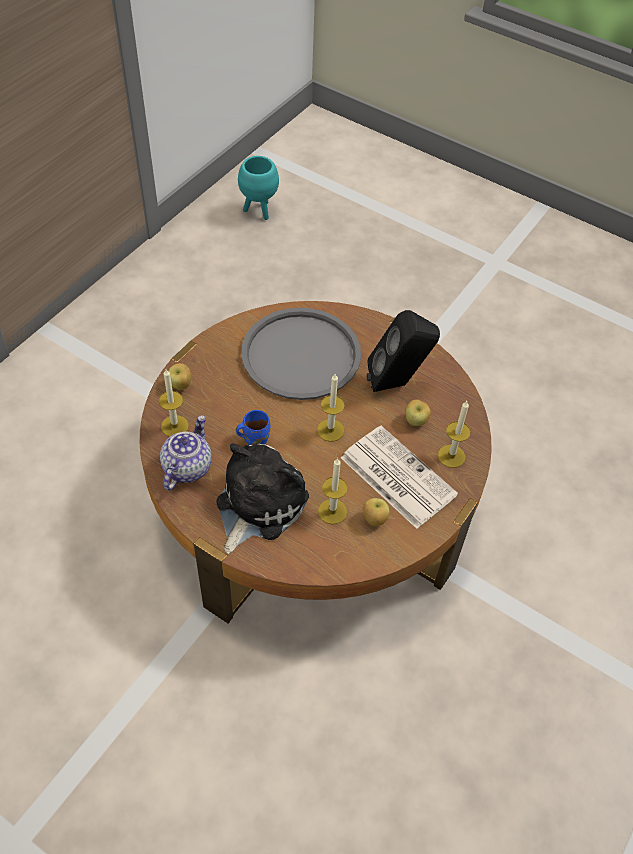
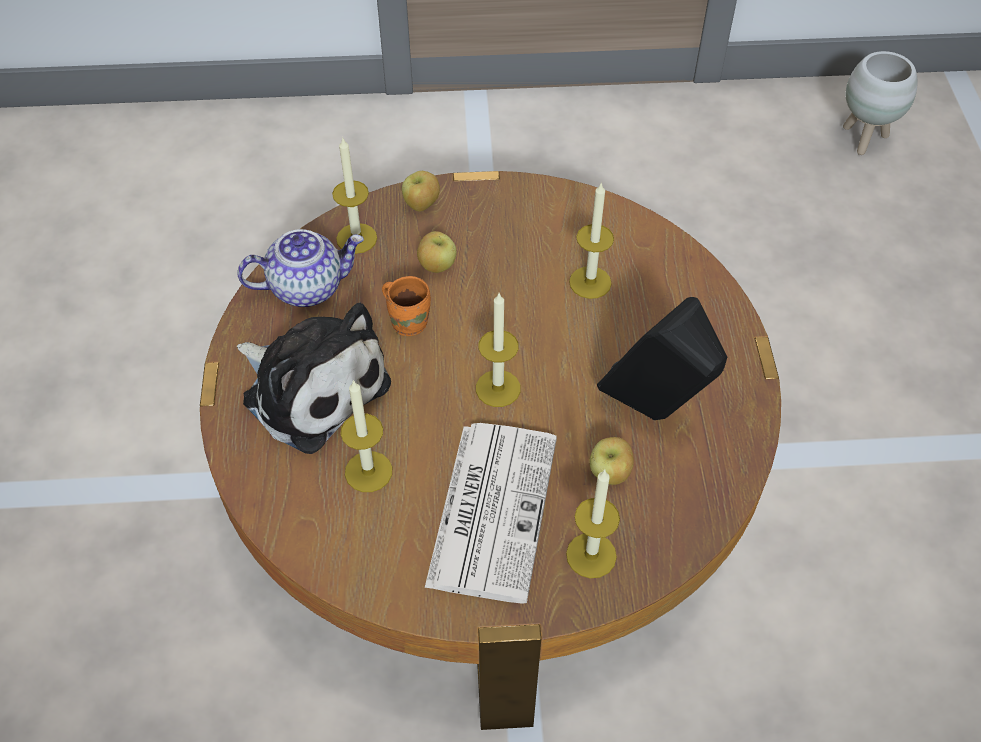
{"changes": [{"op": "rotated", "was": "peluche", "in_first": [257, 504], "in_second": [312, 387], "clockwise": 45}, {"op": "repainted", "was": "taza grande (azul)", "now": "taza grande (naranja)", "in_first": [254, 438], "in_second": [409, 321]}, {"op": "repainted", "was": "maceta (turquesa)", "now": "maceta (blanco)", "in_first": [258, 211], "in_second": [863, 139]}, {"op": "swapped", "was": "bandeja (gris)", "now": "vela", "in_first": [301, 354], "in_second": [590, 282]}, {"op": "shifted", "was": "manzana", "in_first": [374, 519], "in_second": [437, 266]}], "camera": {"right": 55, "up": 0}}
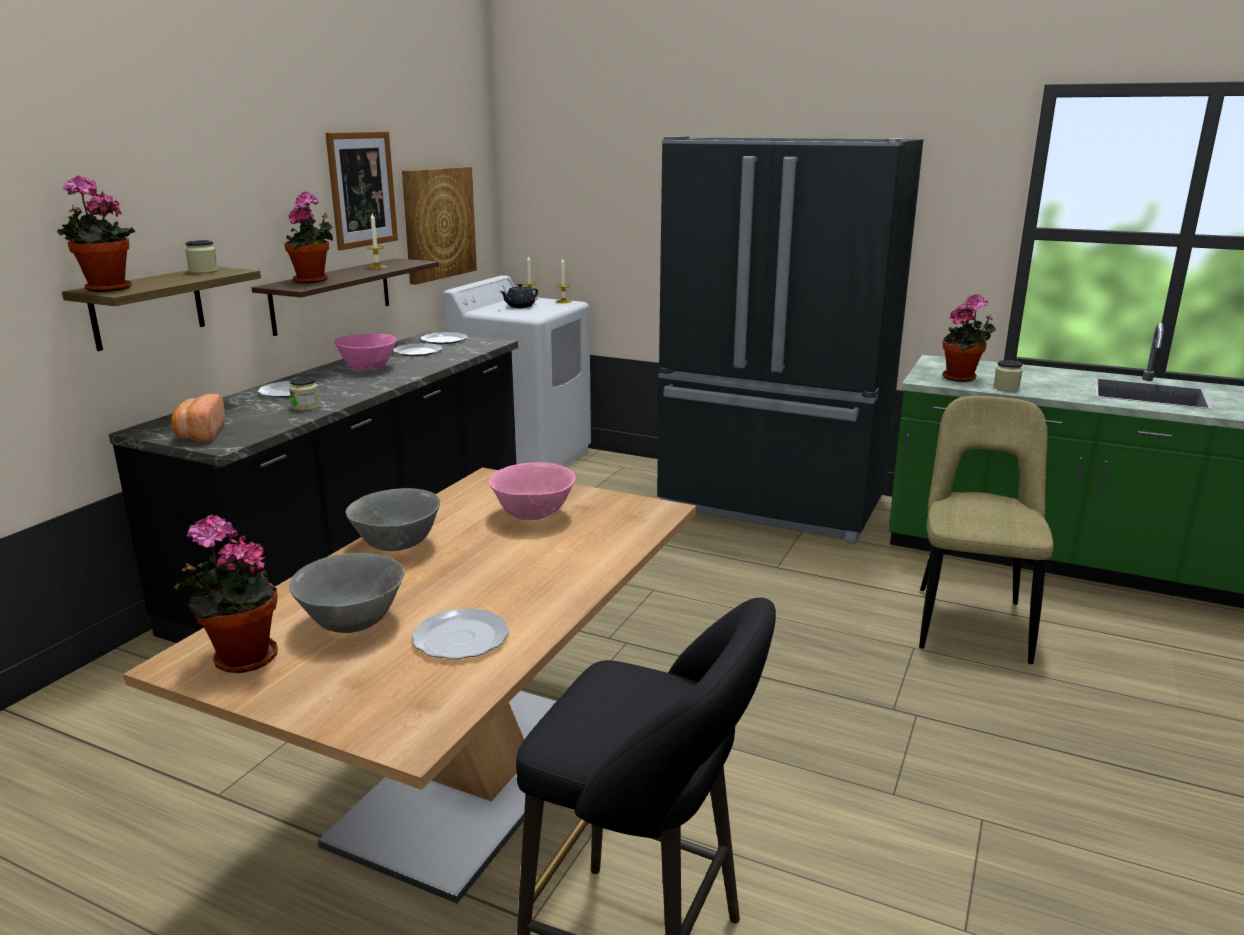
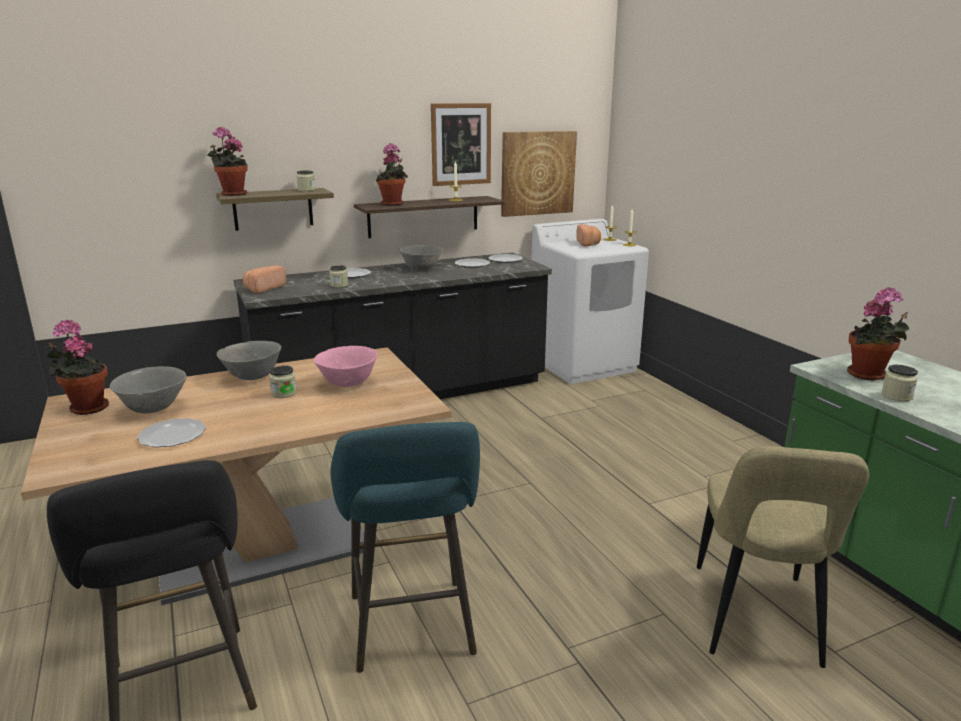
{"changes": [{"op": "repainted", "was": "cuenco (rosa)", "now": "cuenco (gris)", "in_first": [367, 368], "in_second": [421, 269]}, {"op": "swapped", "was": "tetera (negro)", "now": "pan", "in_first": [520, 306], "in_second": [588, 244]}, {"op": "gone", "was": "nevera (negro)", "in_first": [771, 505]}, {"op": "rotated", "was": "silla (beis)", "in_first": [971, 621], "in_second": [756, 620], "clockwise": 135}, {"op": "new", "now": "tarro", "in_second": [284, 393]}, {"op": "new", "now": "taburete (turquesa)", "in_second": [412, 630]}], "camera": {"right": 40, "up": 0}}
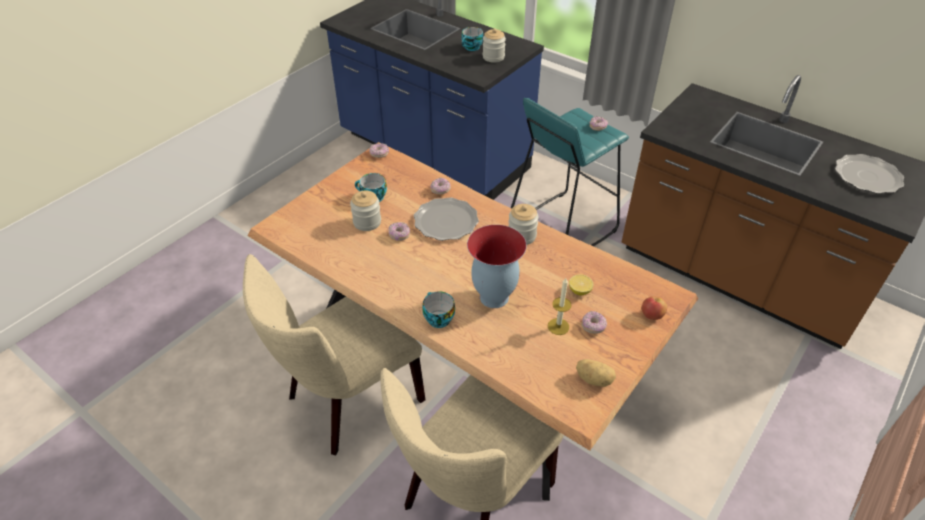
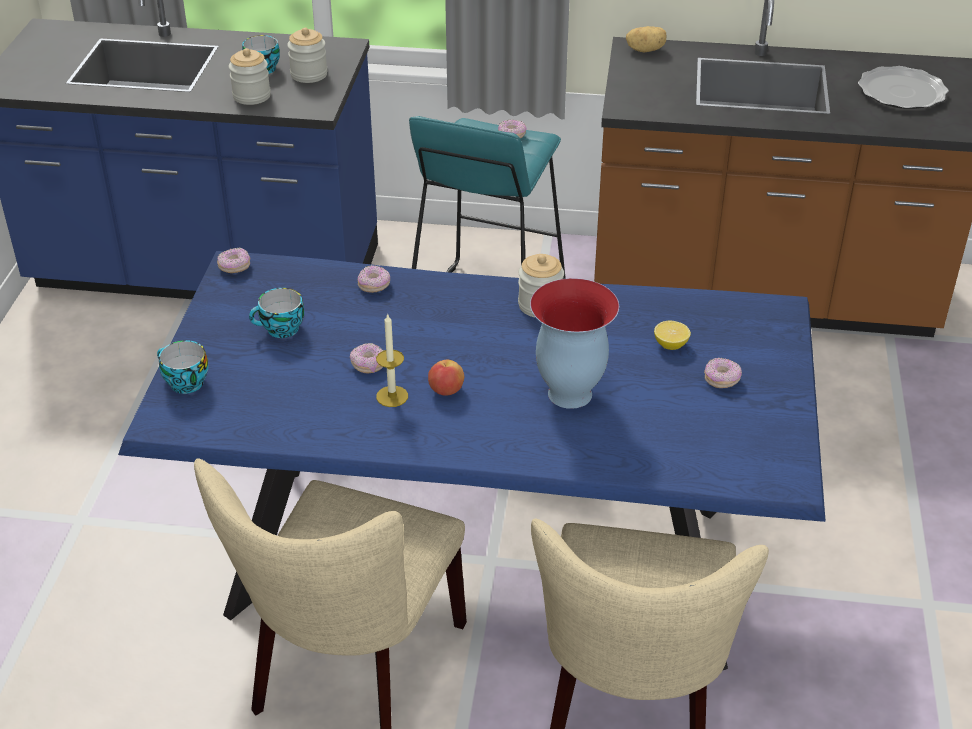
{"changes": [{"op": "repainted", "was": "mesa de comedor (marrón)", "now": "mesa de comedor (azul)", "in_first": [462, 367], "in_second": [485, 556]}, {"op": "shifted", "was": "tarro", "in_first": [367, 222], "in_second": [251, 96]}, {"op": "gone", "was": "plato", "in_first": [446, 221]}, {"op": "shifted", "was": "taza", "in_first": [437, 318], "in_second": [184, 383]}, {"op": "shifted", "was": "vela", "in_first": [558, 326], "in_second": [392, 396]}, {"op": "shifted", "was": "patata", "in_first": [594, 379], "in_second": [645, 50]}, {"op": "shifted", "was": "manzana", "in_first": [651, 315], "in_second": [446, 391]}], "camera": {"right": -30, "up": -5}}
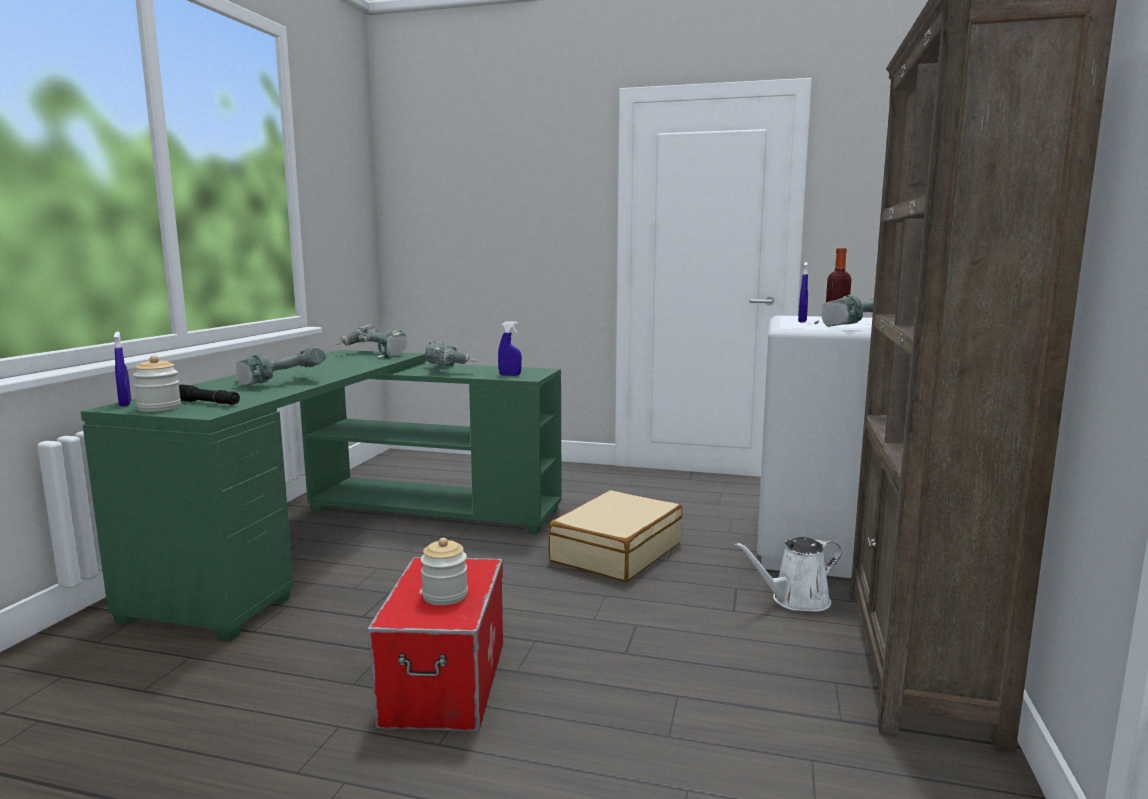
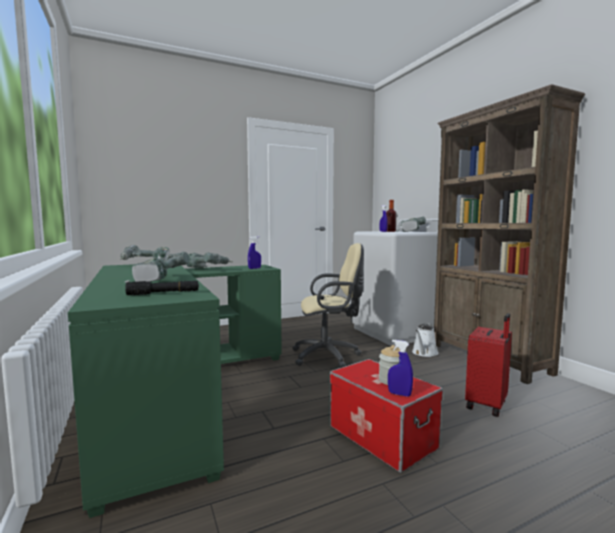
{"changes": [{"op": "shifted", "was": "pulverizador (azul)", "in_first": [125, 404], "in_second": [399, 394]}, {"op": "gone", "was": "tarro", "in_first": [159, 408]}, {"op": "swapped", "was": "maleta (beis)", "now": "silla de oficina (beis)", "in_first": [616, 552], "in_second": [329, 356]}, {"op": "new", "now": "maleta (rojo)", "in_second": [488, 405]}], "camera": {"right": -40, "up": -5}}
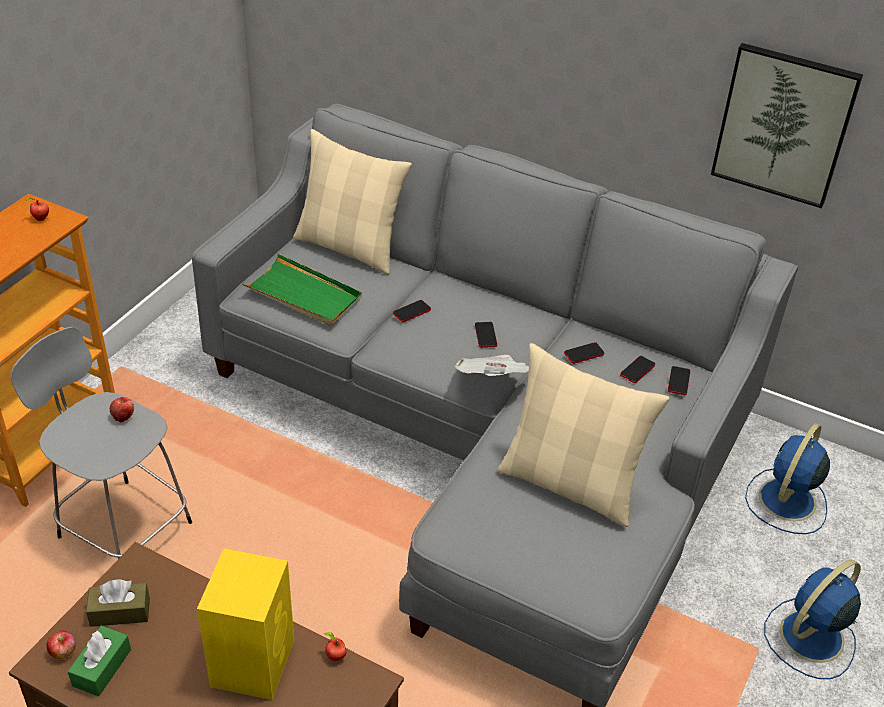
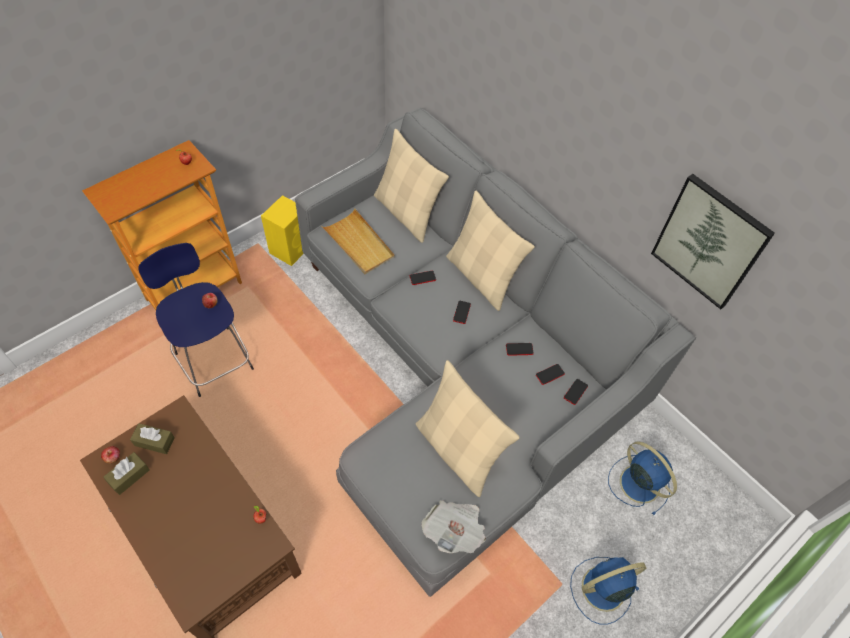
{"changes": [{"op": "repainted", "was": "taburete (gris)", "now": "taburete (azul)", "in_first": [122, 528], "in_second": [213, 359]}, {"op": "repainted", "was": "caja de pañuelos (verde)", "now": "caja de pañuelos (marrón)", "in_first": [102, 667], "in_second": [129, 476]}, {"op": "shifted", "was": "altavoz (amarillo)", "in_first": [253, 660], "in_second": [291, 248]}, {"op": "repainted", "was": "bandeja (verde)", "now": "bandeja (beis)", "in_first": [303, 294], "in_second": [359, 244]}, {"op": "shifted", "was": "periódico", "in_first": [492, 381], "in_second": [455, 530]}, {"op": "rotated", "was": "ventilador (azul)", "in_first": [786, 501], "in_second": [638, 482], "clockwise": 90}, {"op": "new", "now": "cojín (beis)", "in_second": [481, 277]}], "camera": {"right": 20, "up": 15}}
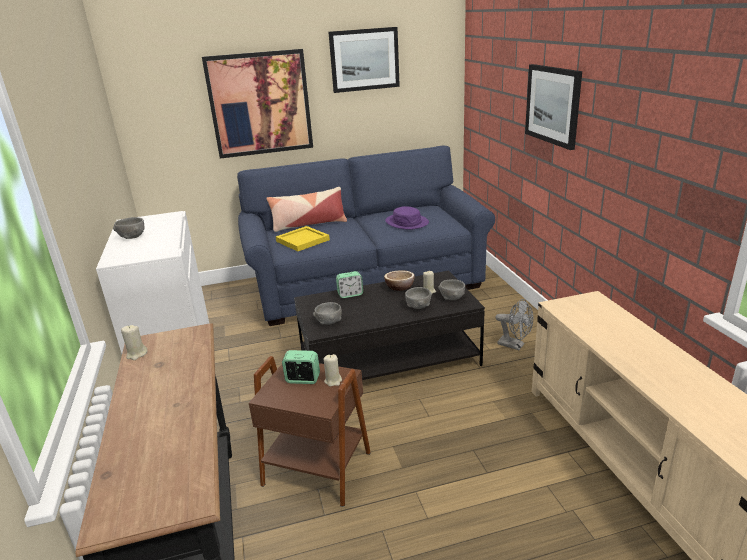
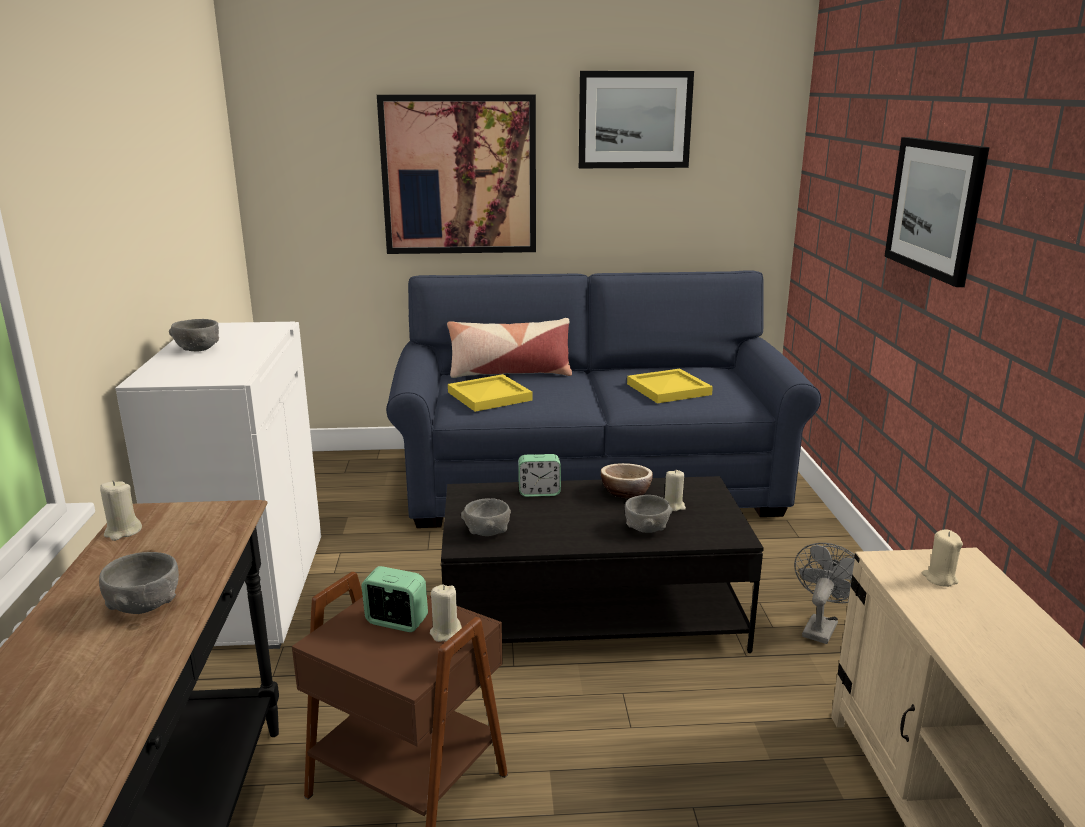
{"changes": [{"op": "swapped", "was": "sombrero (morado)", "now": "bandeja (amarillo)", "in_first": [407, 222], "in_second": [669, 389]}, {"op": "shifted", "was": "cuenco (gris)", "in_first": [452, 298], "in_second": [144, 605]}, {"op": "rotated", "was": "ventilador (gris)", "in_first": [514, 345], "in_second": [821, 626], "clockwise": -105}, {"op": "new", "now": "vela (beis)", "in_second": [939, 578]}], "camera": {"right": 10, "up": -5}}
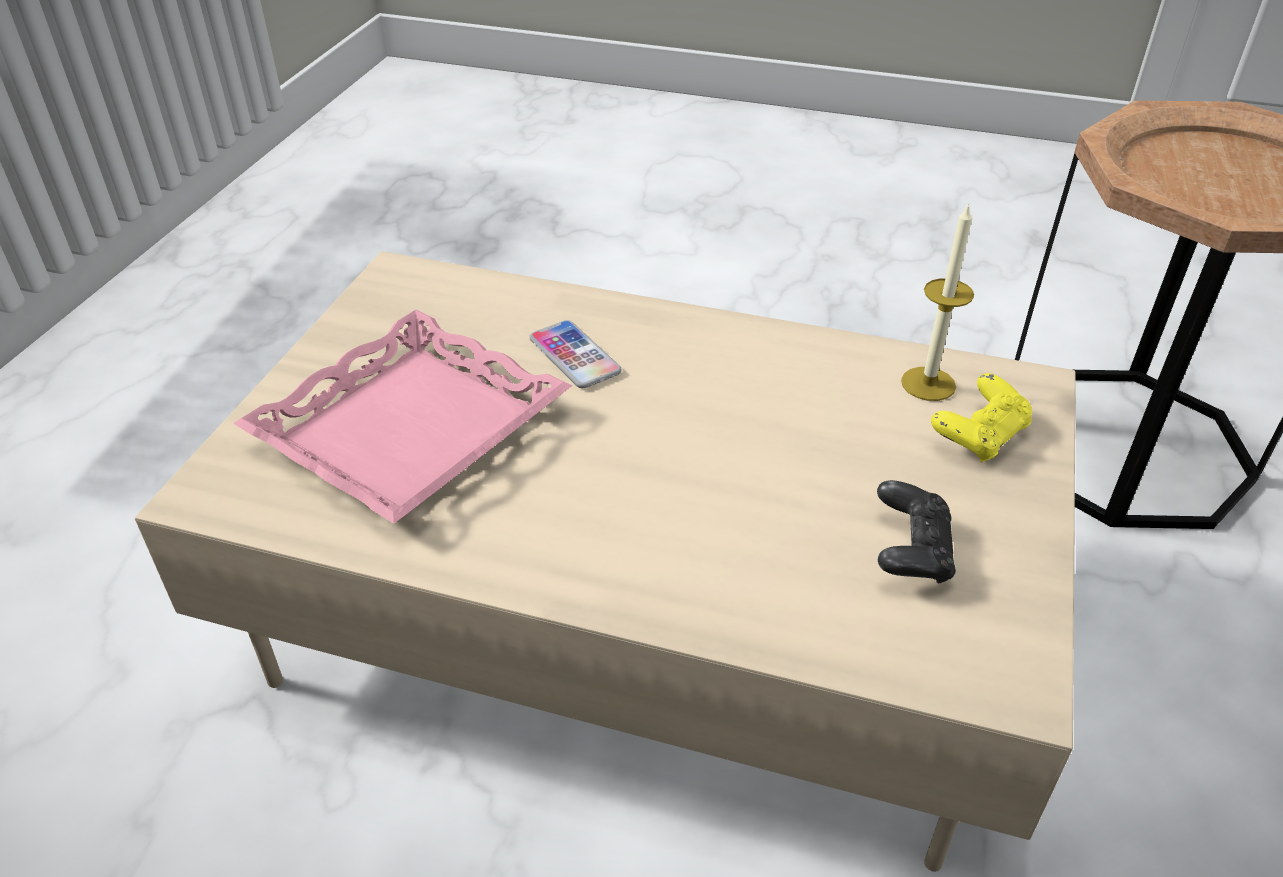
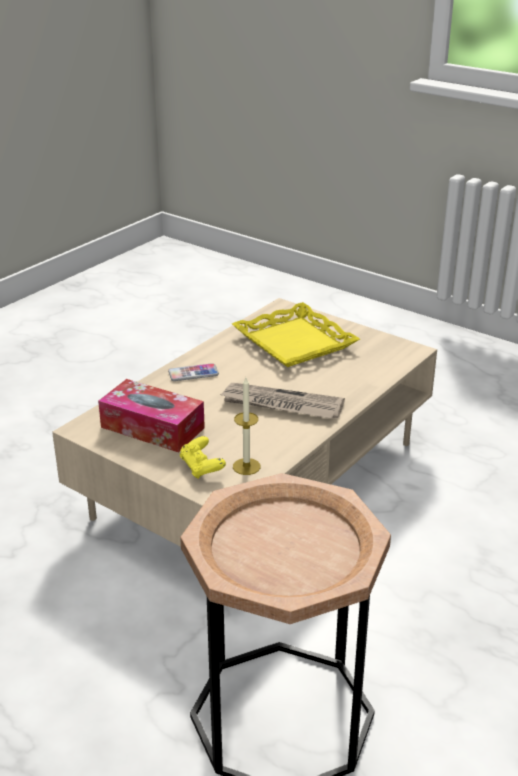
{"changes": [{"op": "repainted", "was": "bandeja (rosa)", "now": "bandeja (amarillo)", "in_first": [409, 427], "in_second": [295, 342]}, {"op": "shifted", "was": "móvil", "in_first": [574, 356], "in_second": [193, 373]}, {"op": "swapped", "was": "mando de consola (negro)", "now": "caja de pañuelos", "in_first": [910, 552], "in_second": [152, 427]}, {"op": "new", "now": "periódico", "in_second": [281, 405]}], "camera": {"right": 110, "up": -10}}
